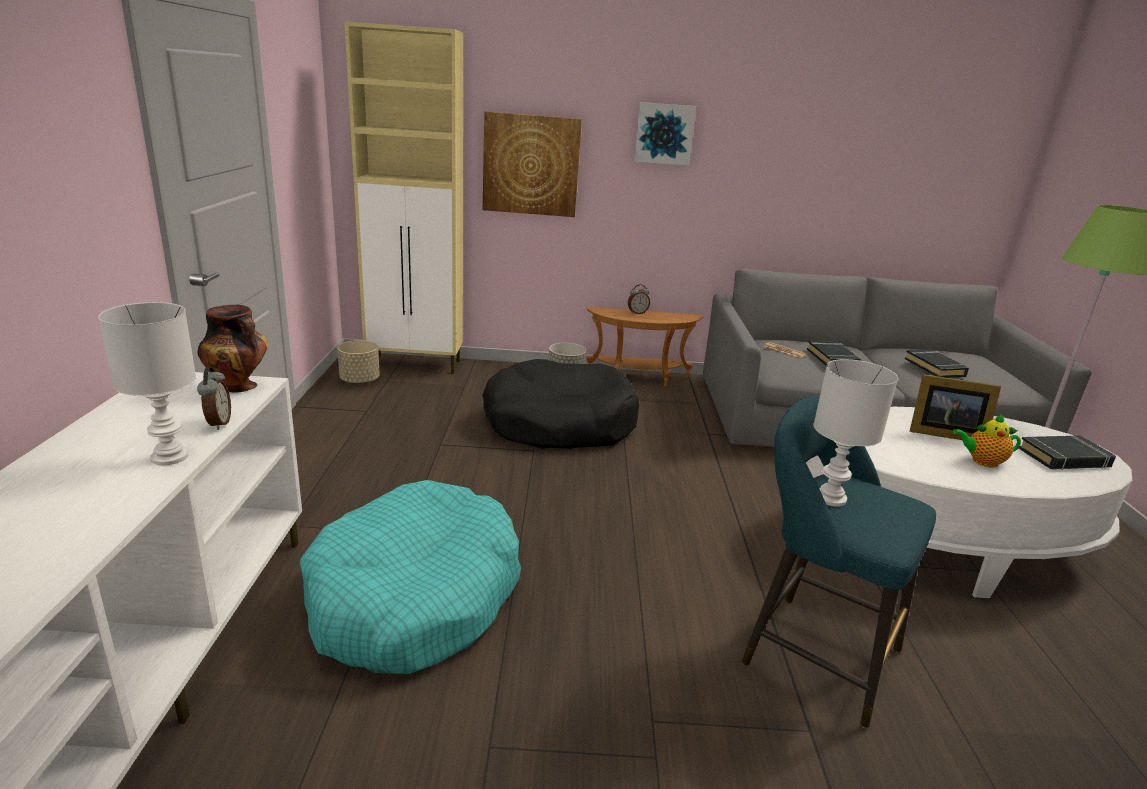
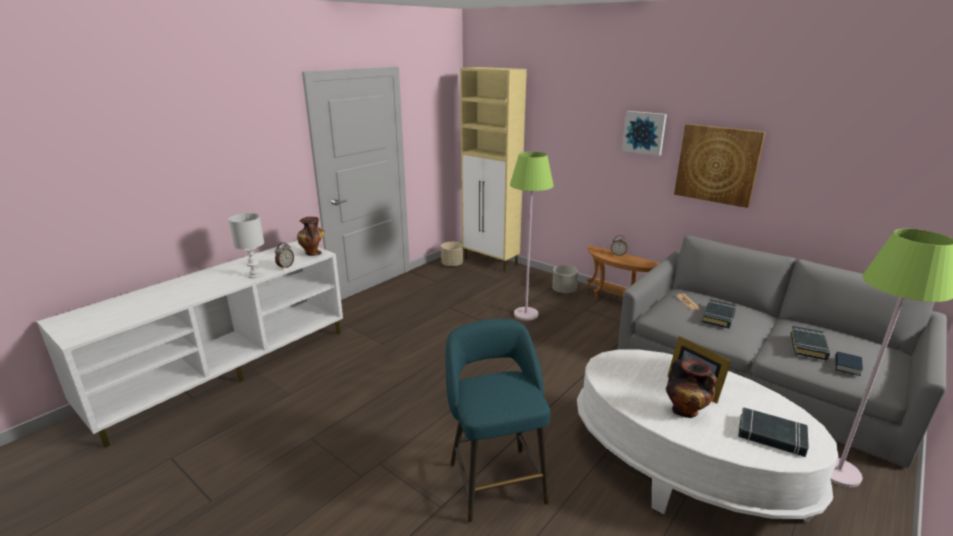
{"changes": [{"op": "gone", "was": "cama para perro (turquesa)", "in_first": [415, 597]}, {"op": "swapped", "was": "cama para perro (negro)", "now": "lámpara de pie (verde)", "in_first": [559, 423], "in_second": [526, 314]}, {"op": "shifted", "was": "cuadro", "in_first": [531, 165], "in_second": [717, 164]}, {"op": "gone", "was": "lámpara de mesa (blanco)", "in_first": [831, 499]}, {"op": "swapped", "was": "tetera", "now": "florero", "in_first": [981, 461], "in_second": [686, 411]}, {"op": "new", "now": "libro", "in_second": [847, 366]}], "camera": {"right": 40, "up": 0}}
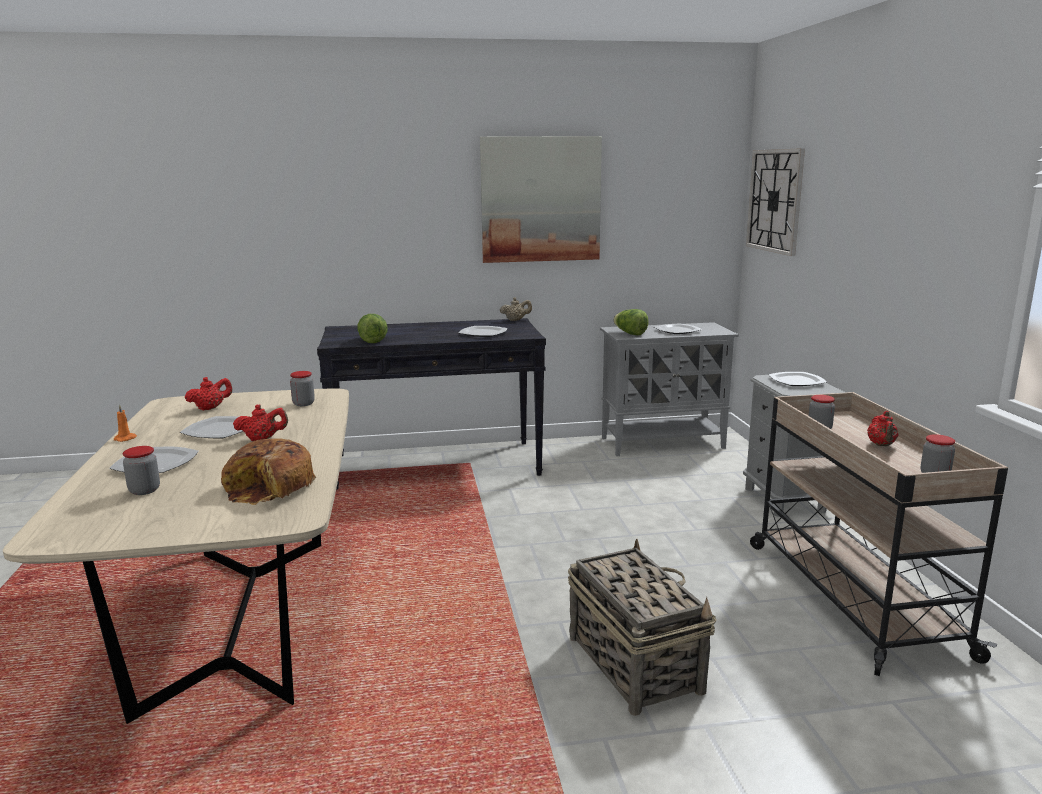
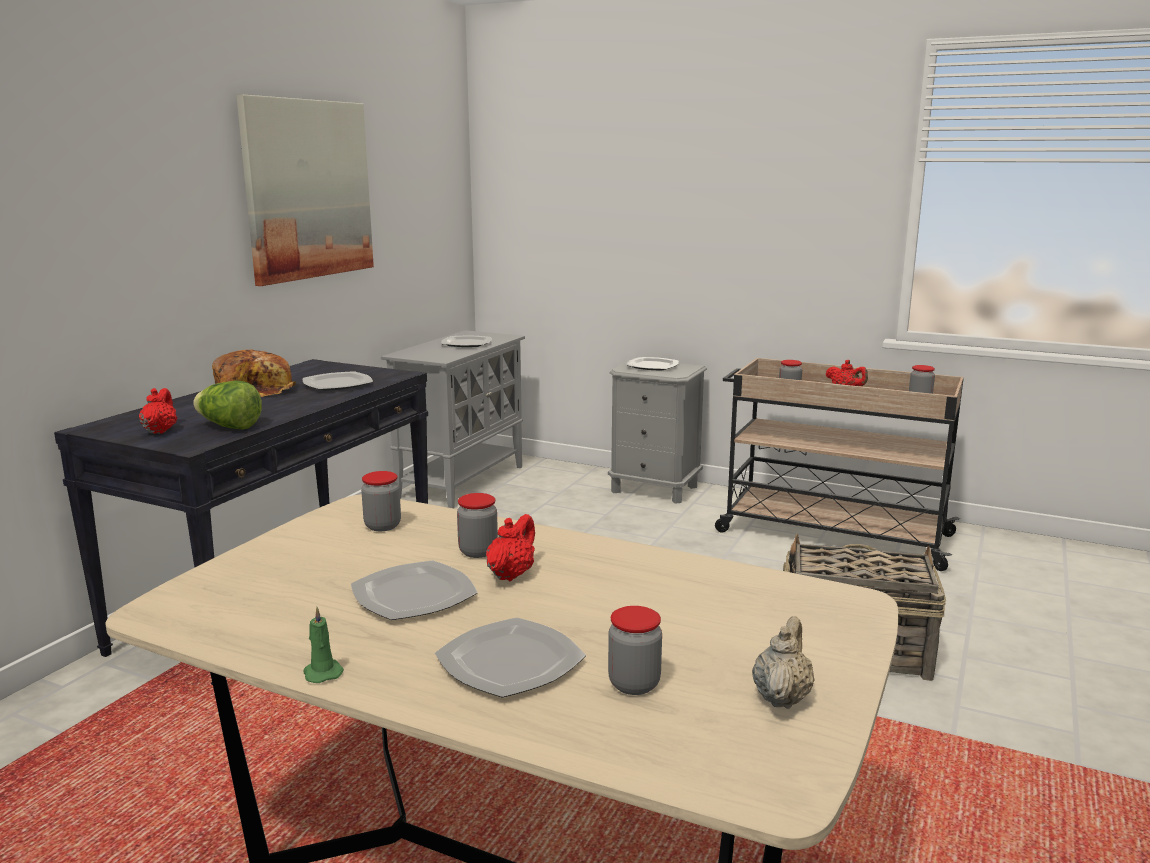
{"changes": [{"op": "repainted", "was": "vela (naranja)", "now": "vela (verde)", "in_first": [126, 438], "in_second": [322, 672]}, {"op": "shifted", "was": "tetera (rojo)", "in_first": [210, 408], "in_second": [160, 431]}, {"op": "shifted", "was": "pan", "in_first": [270, 488], "in_second": [255, 390]}, {"op": "shifted", "was": "tetera (beis)", "in_first": [515, 320], "in_second": [781, 697]}, {"op": "gone", "was": "lechuga", "in_first": [630, 333]}, {"op": "gone", "was": "reloj de pared", "in_first": [775, 200]}, {"op": "new", "now": "tarro", "in_second": [478, 552]}], "camera": {"right": -55, "up": 0}}
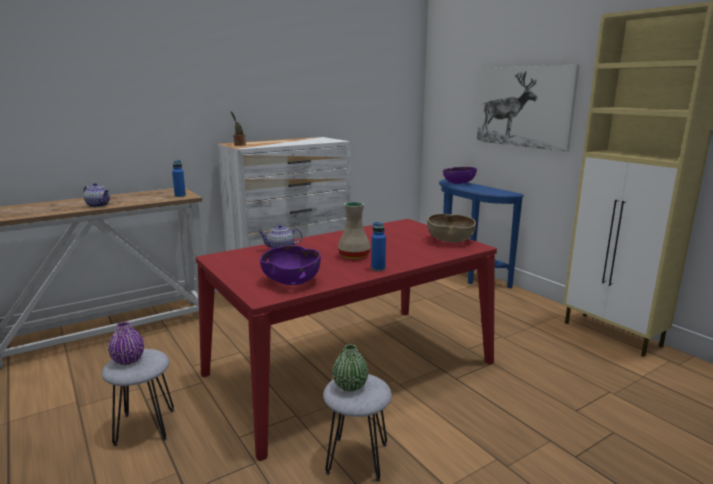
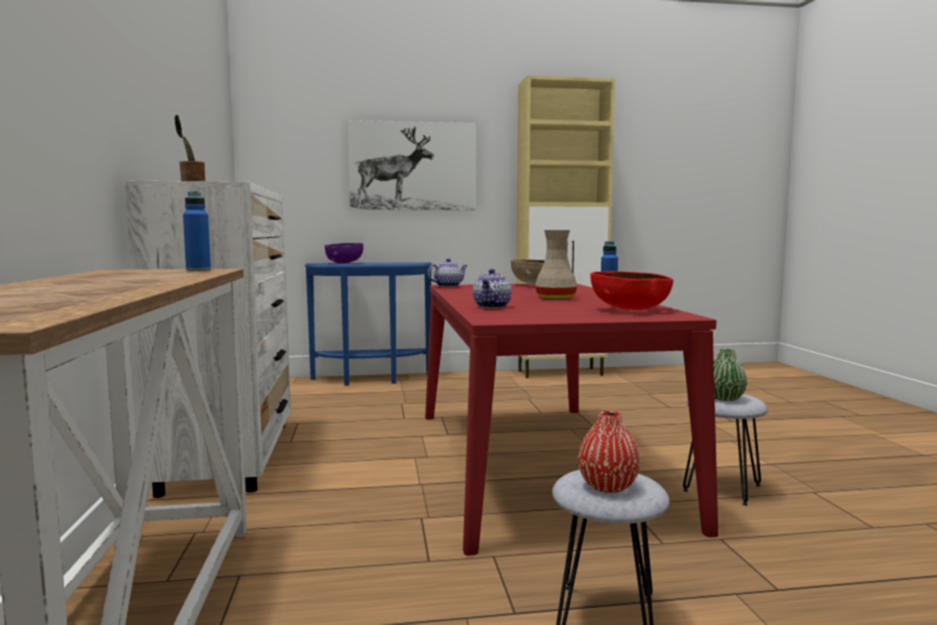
{"changes": [{"op": "shifted", "was": "tetera", "in_first": [99, 205], "in_second": [448, 286]}, {"op": "repainted", "was": "florero (morado)", "now": "florero (rojo)", "in_first": [128, 360], "in_second": [607, 486]}, {"op": "repainted", "was": "cuenco (morado)", "now": "cuenco (rojo)", "in_first": [292, 281], "in_second": [629, 310]}], "camera": {"right": -65, "up": -10}}
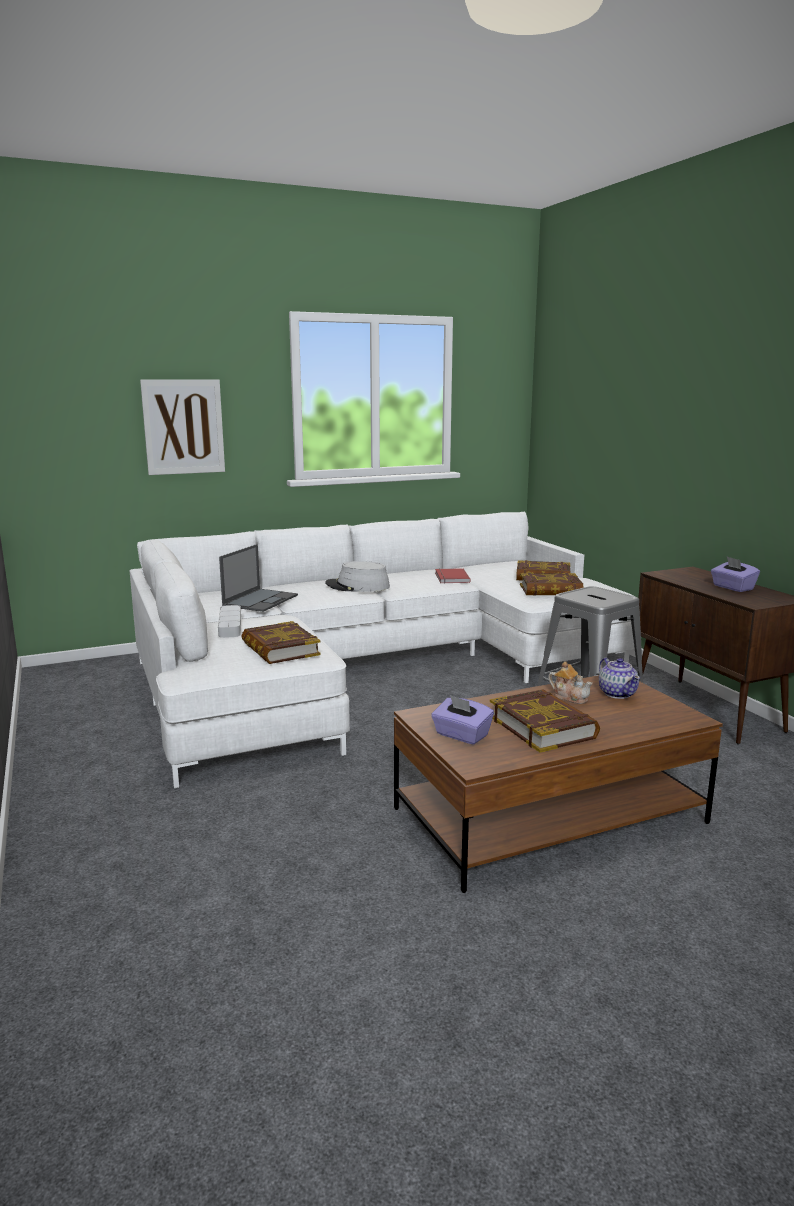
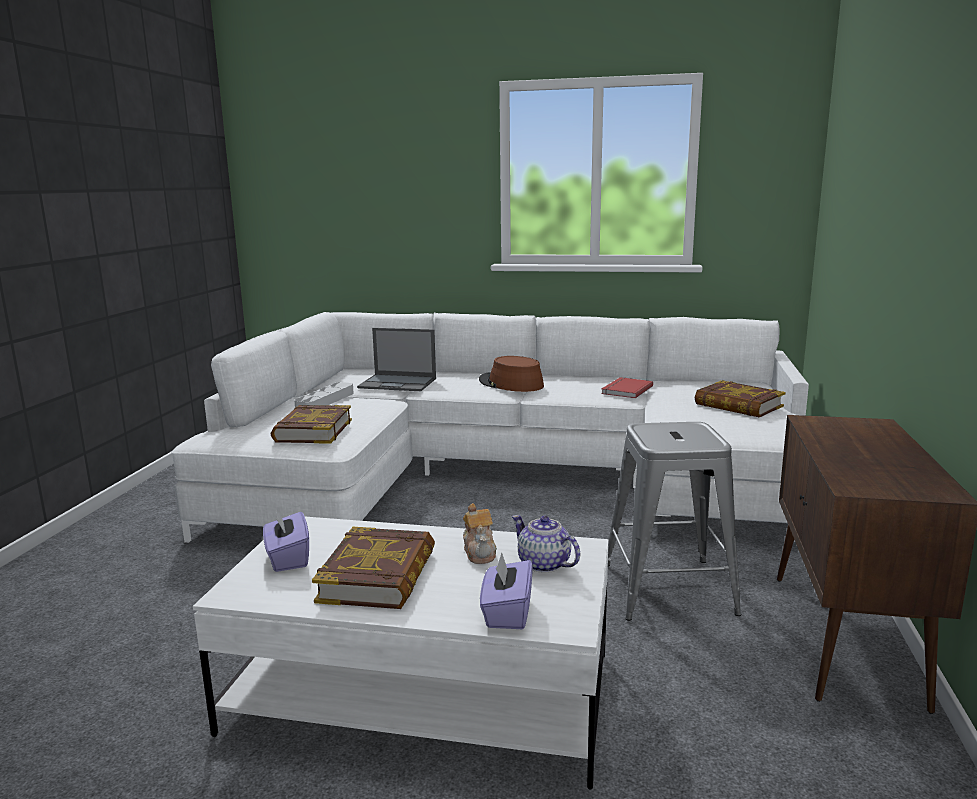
{"changes": [{"op": "gone", "was": "cuadro", "in_first": [183, 427]}, {"op": "rotated", "was": "portátil", "in_first": [261, 600], "in_second": [398, 383], "clockwise": 45}, {"op": "repainted", "was": "sombrero (gris)", "now": "sombrero (marrón)", "in_first": [357, 586], "in_second": [510, 384]}, {"op": "repainted", "was": "mesa de centro (marrón)", "now": "mesa de centro (blanco)", "in_first": [549, 815], "in_second": [423, 693]}, {"op": "gone", "was": "libro", "in_first": [550, 590]}, {"op": "rotated", "was": "tetera", "in_first": [617, 693], "in_second": [544, 564], "clockwise": 120}, {"op": "shifted", "was": "caja de pañuelos (morado)", "in_first": [732, 588], "in_second": [507, 613]}], "camera": {"right": 35, "up": 0}}
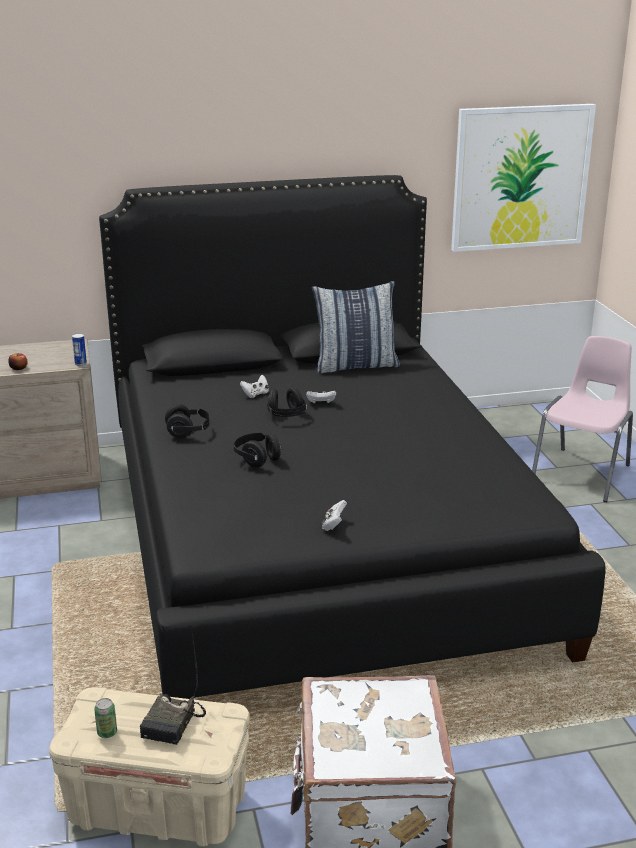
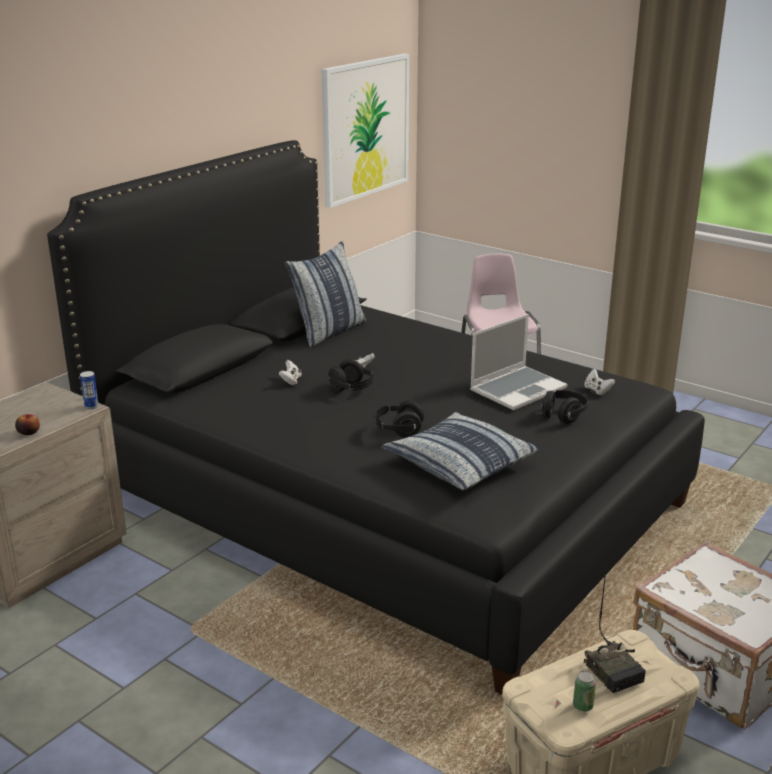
{"changes": [{"op": "shifted", "was": "auriculares (negro)", "in_first": [189, 432], "in_second": [563, 416]}, {"op": "shifted", "was": "mando de consola (blanco)", "in_first": [333, 525], "in_second": [597, 390]}, {"op": "new", "now": "cojín", "in_second": [459, 463]}, {"op": "new", "now": "portátil", "in_second": [518, 389]}], "camera": {"right": -40, "up": 0}}
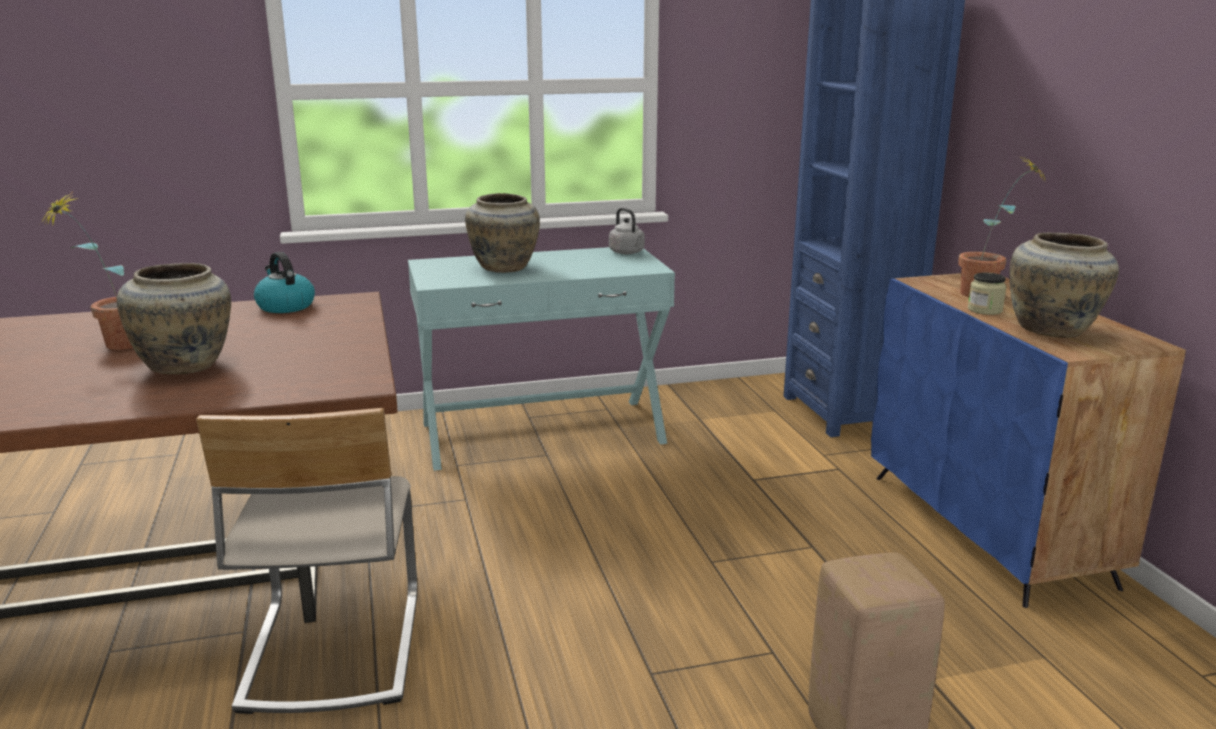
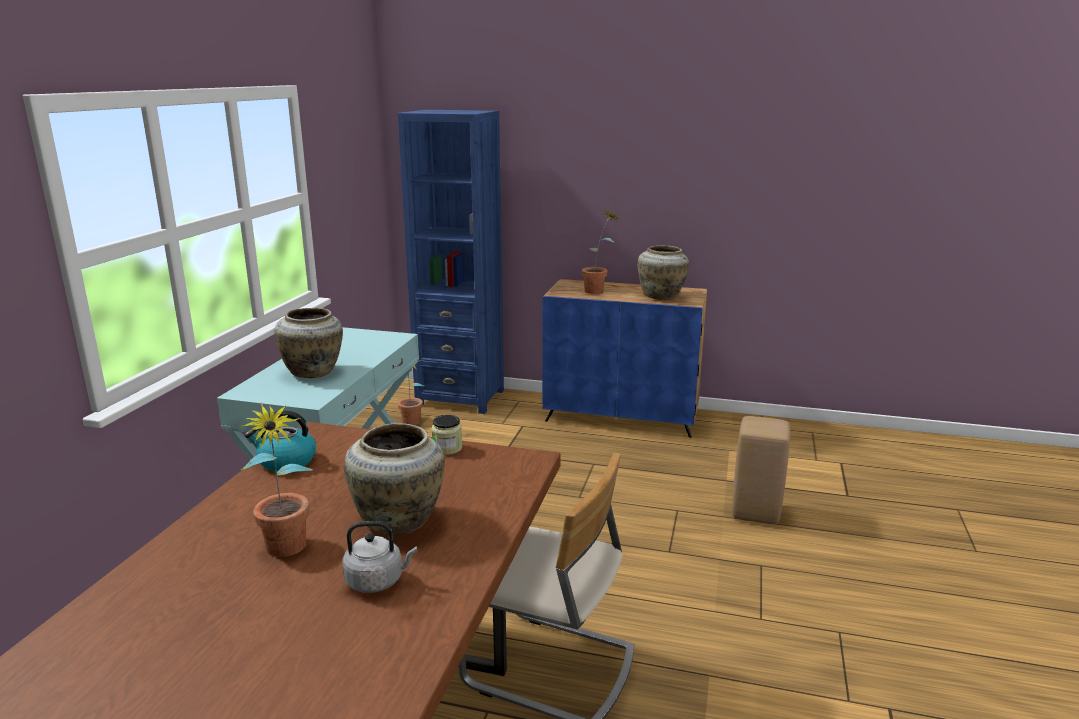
{"changes": [{"op": "shifted", "was": "hervidor (gris)", "in_first": [628, 252], "in_second": [377, 581]}, {"op": "shifted", "was": "tarro", "in_first": [985, 310], "in_second": [447, 448]}, {"op": "new", "now": "planta en maceta", "in_second": [411, 424]}], "camera": {"right": -60, "up": 0}}
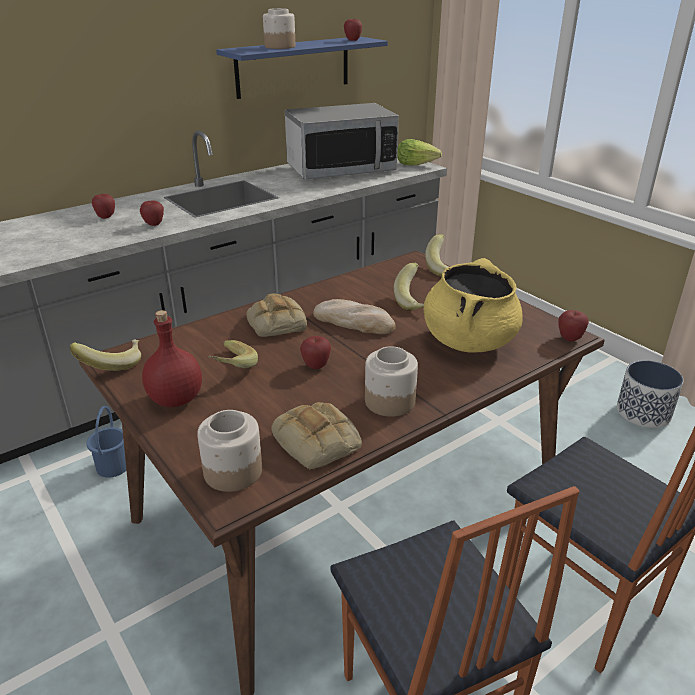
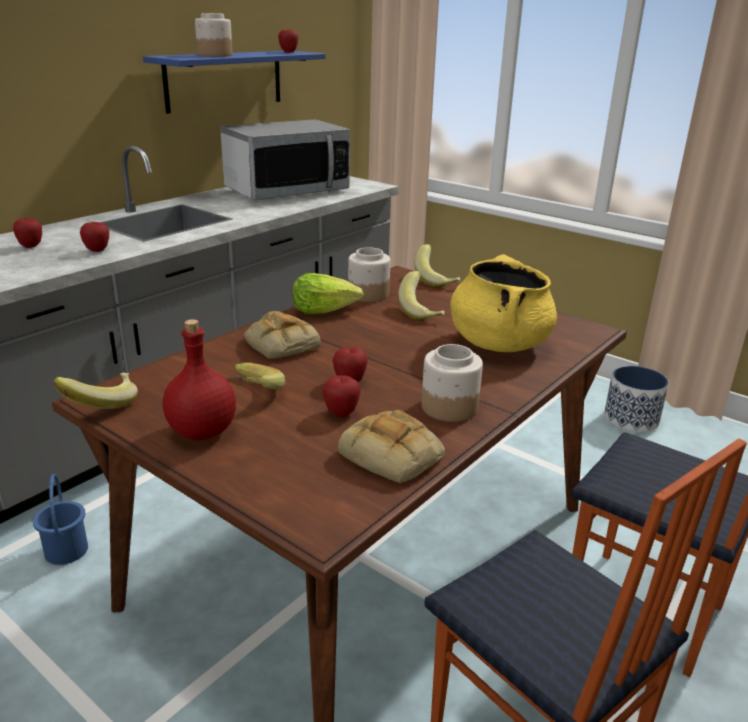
{"changes": [{"op": "shifted", "was": "tarro", "in_first": [232, 472], "in_second": [368, 294]}, {"op": "gone", "was": "pan", "in_first": [354, 321]}, {"op": "shifted", "was": "lechuga", "in_first": [416, 164], "in_second": [324, 310]}, {"op": "shifted", "was": "manzana", "in_first": [569, 338], "in_second": [341, 413]}], "camera": {"right": -15, "up": -5}}
